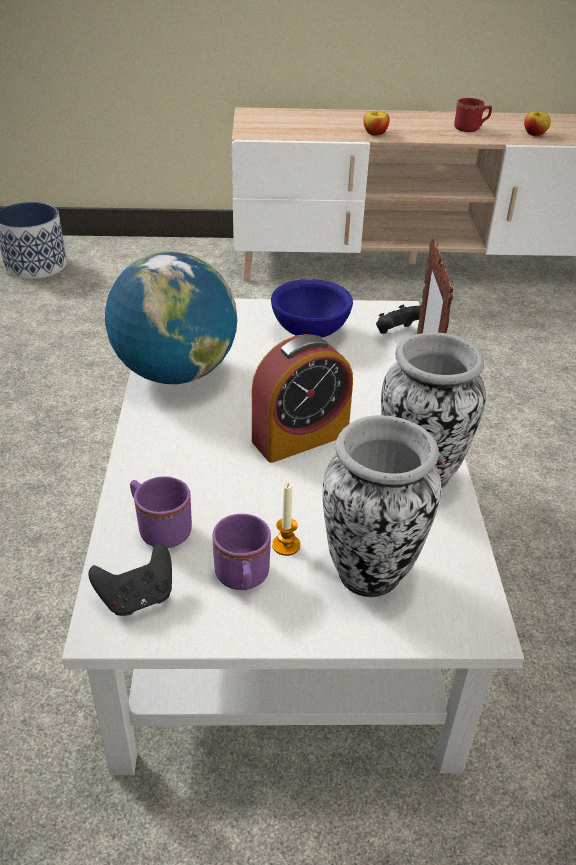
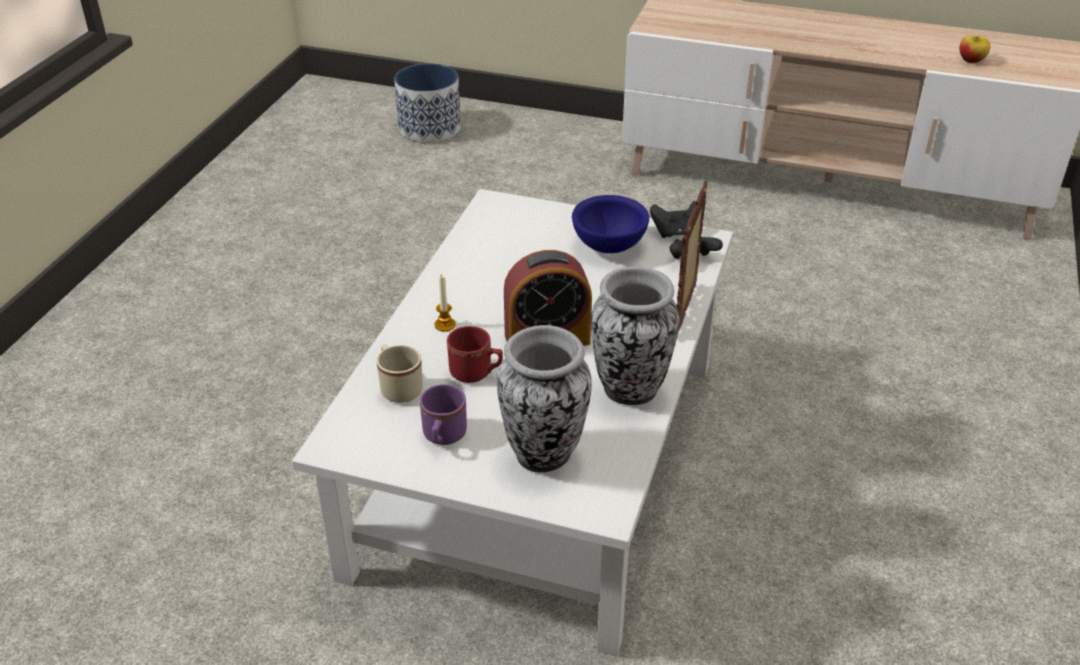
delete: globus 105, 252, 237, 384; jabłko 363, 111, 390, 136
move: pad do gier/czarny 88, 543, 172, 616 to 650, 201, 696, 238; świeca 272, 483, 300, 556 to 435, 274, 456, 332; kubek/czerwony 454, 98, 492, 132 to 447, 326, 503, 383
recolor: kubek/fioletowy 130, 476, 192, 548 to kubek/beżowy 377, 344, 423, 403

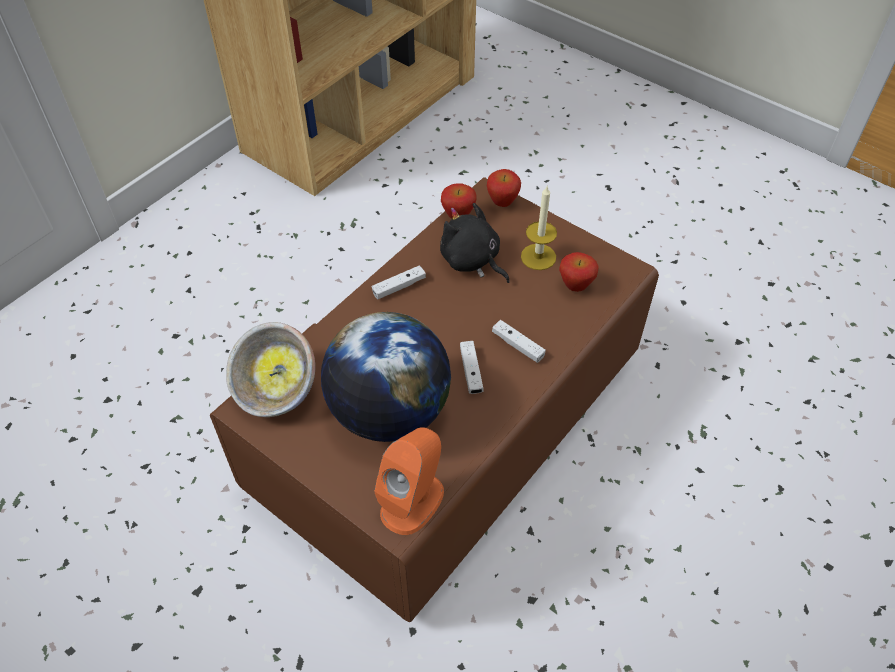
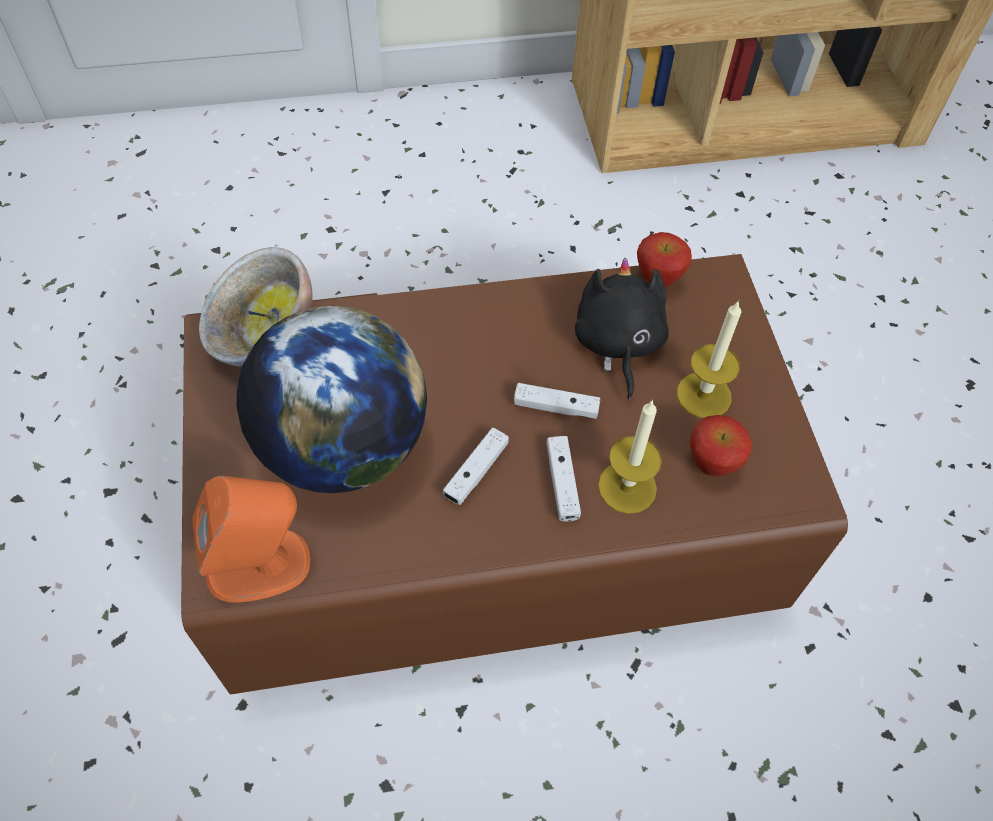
delete: jabłko 487, 169, 521, 207
insert: świeca 598, 400, 662, 514
move: pad do gier/biały 372, 265, 426, 299 to 514, 383, 600, 419

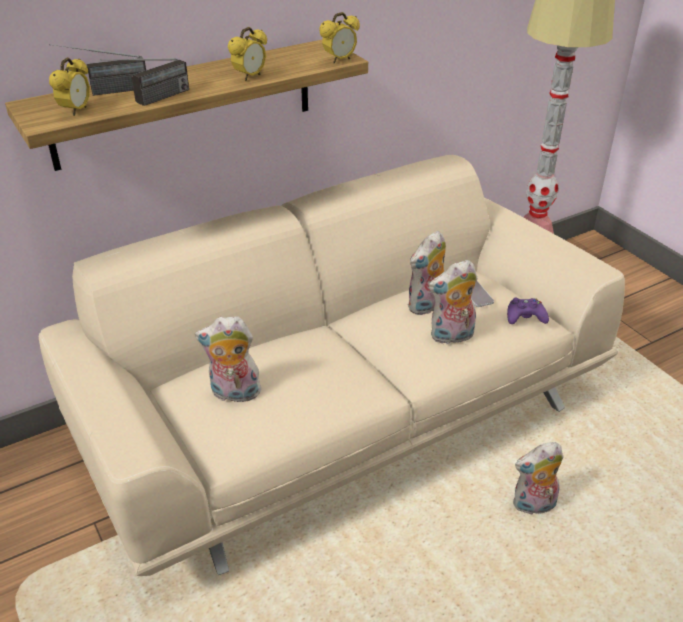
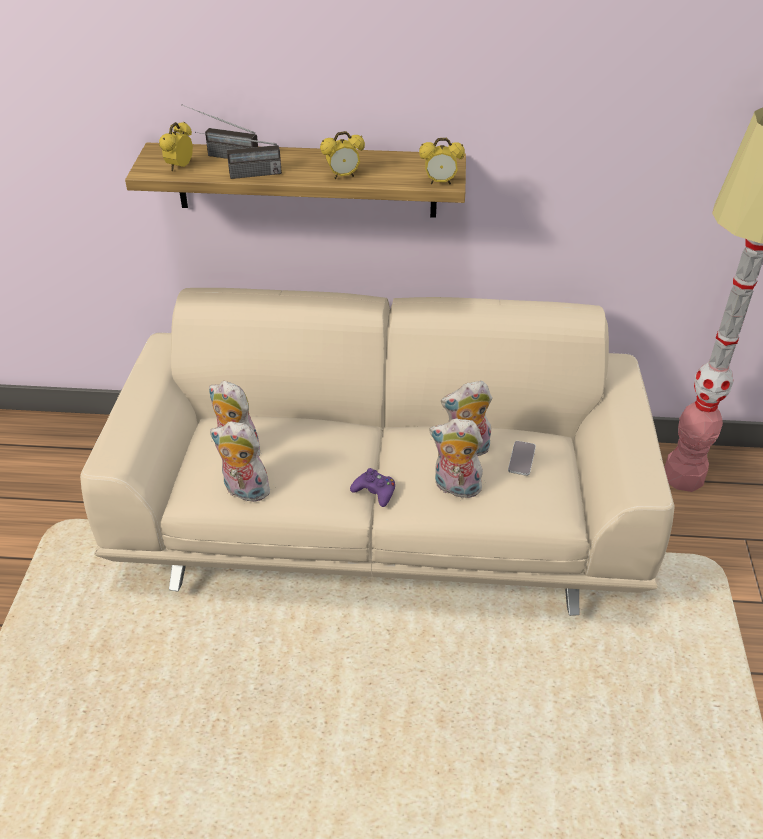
move: pad do gier/fioletowy 507, 297, 549, 324 to 350, 468, 395, 507; pluszak 513, 442, 564, 514 to 210, 421, 270, 502
rotate: budzik 49, 57, 90, 116 = 159, 122, 193, 171 150 degrees clockwise

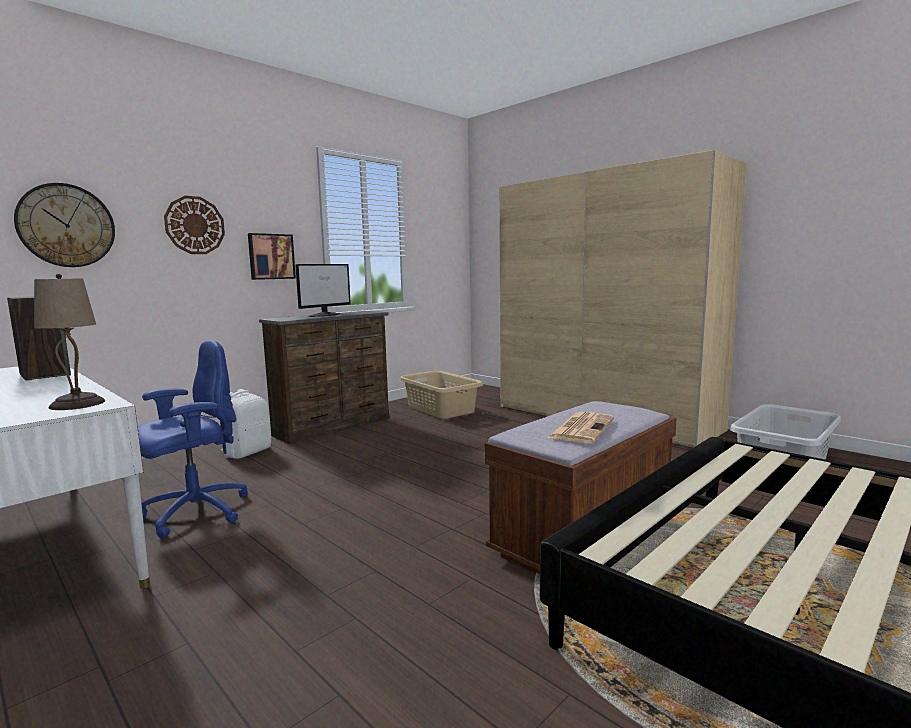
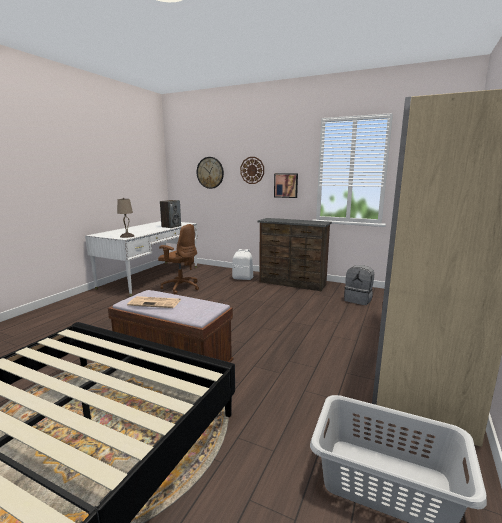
delete: monitor 295, 264, 351, 317
replace: kosz na pranie/beżowy 400, 371, 483, 419 to plecak/szary 344, 265, 374, 305
recolor: krzesło biurowe/niebieski 138, 340, 248, 538 to krzesło biurowe/brązowy 158, 224, 199, 294

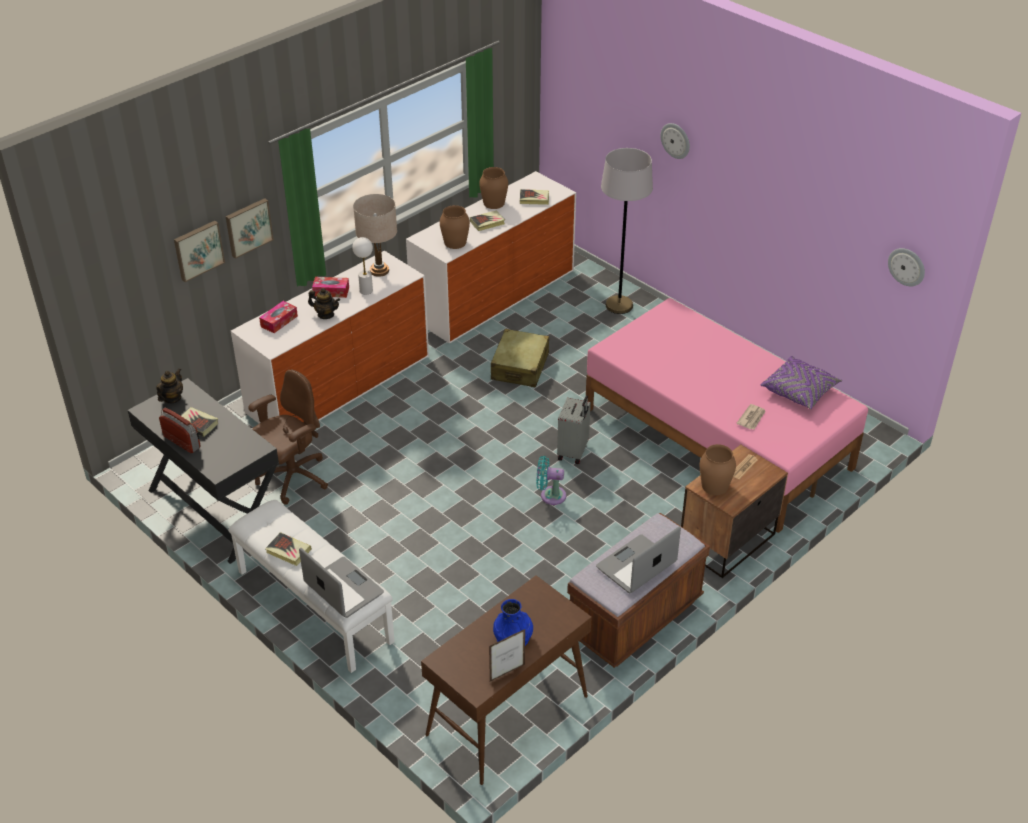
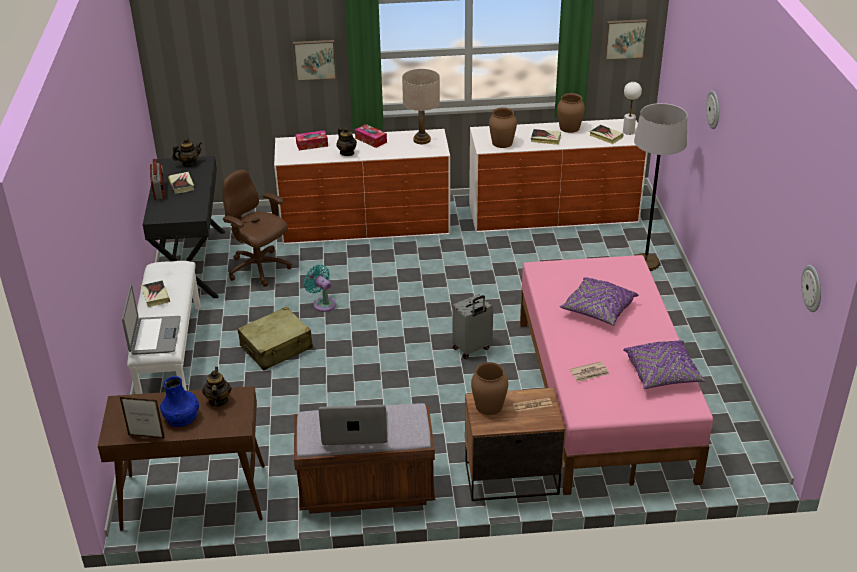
insert: imbryk 202, 367, 232, 407; poduszka/fioletowy 560, 277, 639, 326
move: obraz 174, 221, 225, 282 to 604, 19, 648, 60; lampa stołowa/biały 352, 237, 373, 295 to 623, 82, 642, 135; walizka/beżowy 491, 329, 549, 388 to 237, 306, 313, 370; wentylator/turkusowy 536, 456, 566, 505 to 304, 265, 336, 312
rotate: krzesło biurowe/brązowy 248, 370, 328, 505 = 222, 169, 292, 287 135 degrees counterclockwise

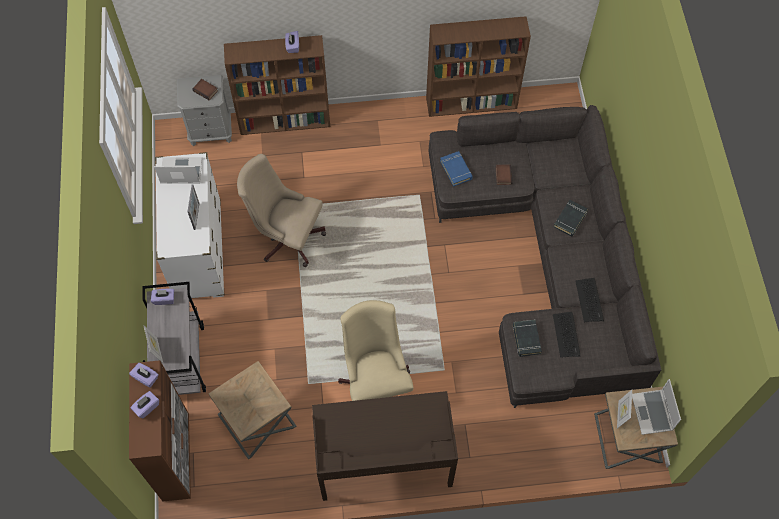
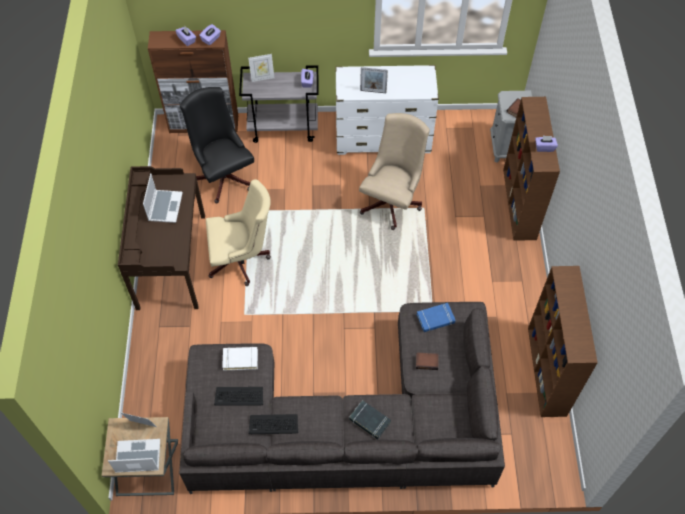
move: laptop 154, 157, 202, 184 to 143, 173, 183, 223
replace: stolik/brązowy 208, 361, 296, 459 to krzesło biurowe/czarny 180, 87, 254, 204
recolor: książka/czarny 513, 320, 542, 357 to książka/biały 222, 347, 258, 371

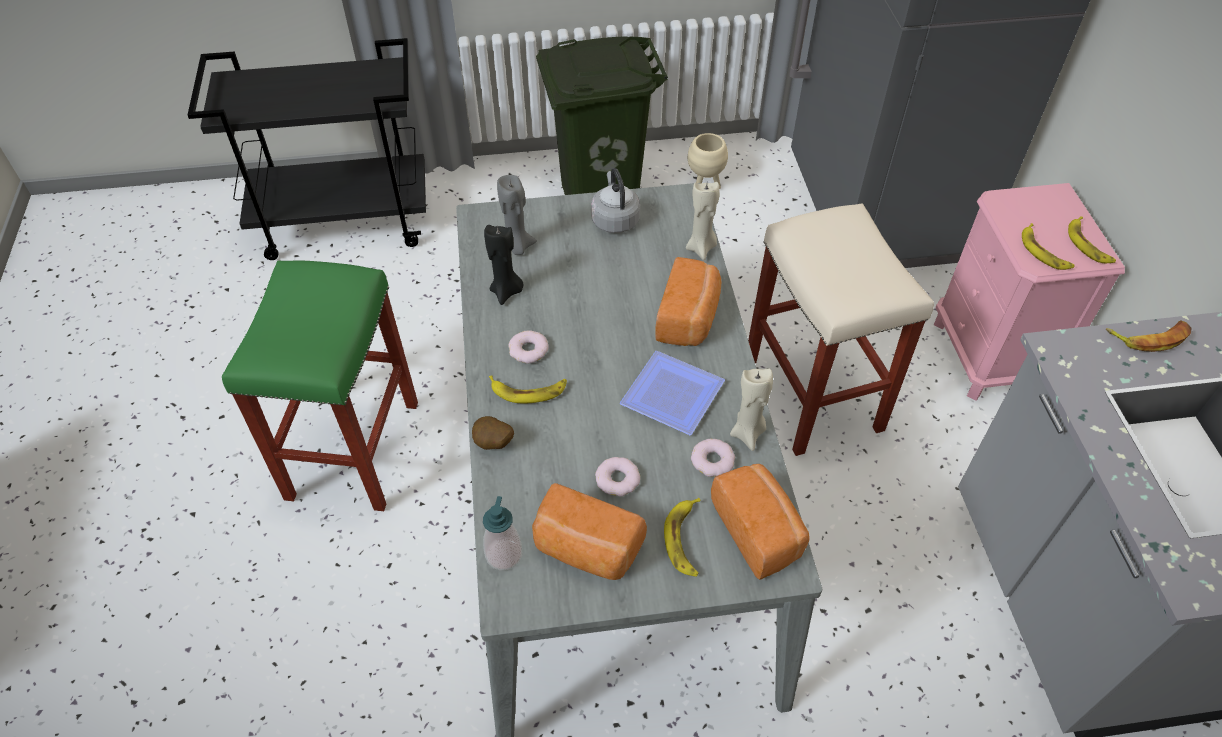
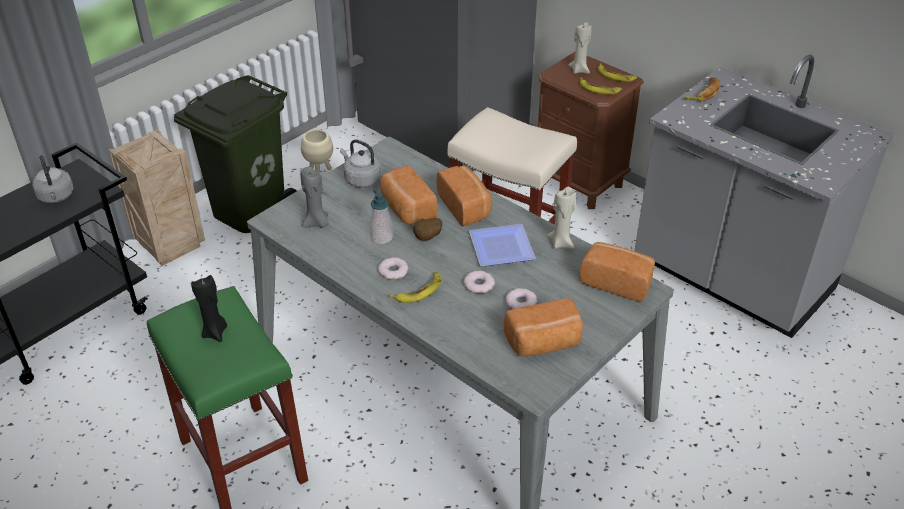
delete: banan 664, 498, 701, 577
insert: czajnik/szary 32, 155, 74, 203; skrzynka 108, 129, 205, 266; chleb 380, 165, 438, 225
move: ziemniak 472, 416, 514, 450 to 413, 218, 442, 241; dozownik mydła 483, 496, 522, 570 to 370, 190, 393, 244; świeca/czarny 484, 225, 524, 305 to 191, 275, 227, 342; świeca/beżowy 686, 182, 720, 260 to 569, 22, 592, 74; donut 691, 439, 735, 477 to 463, 271, 495, 294
recolor: szafka nocna/różowy 934, 183, 1125, 401 to szafka nocna/brązowy 538, 52, 644, 209

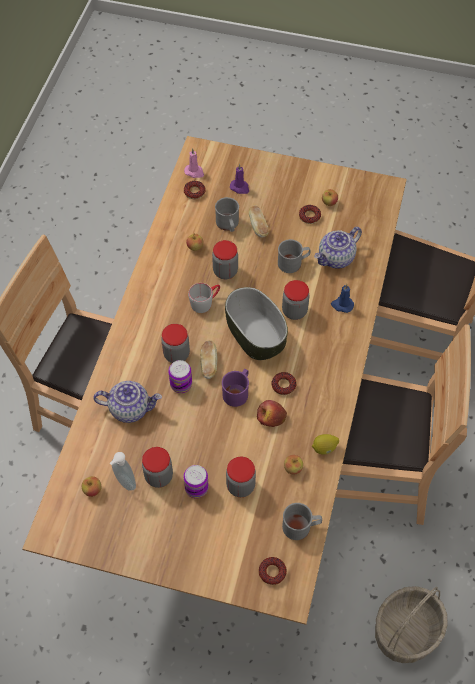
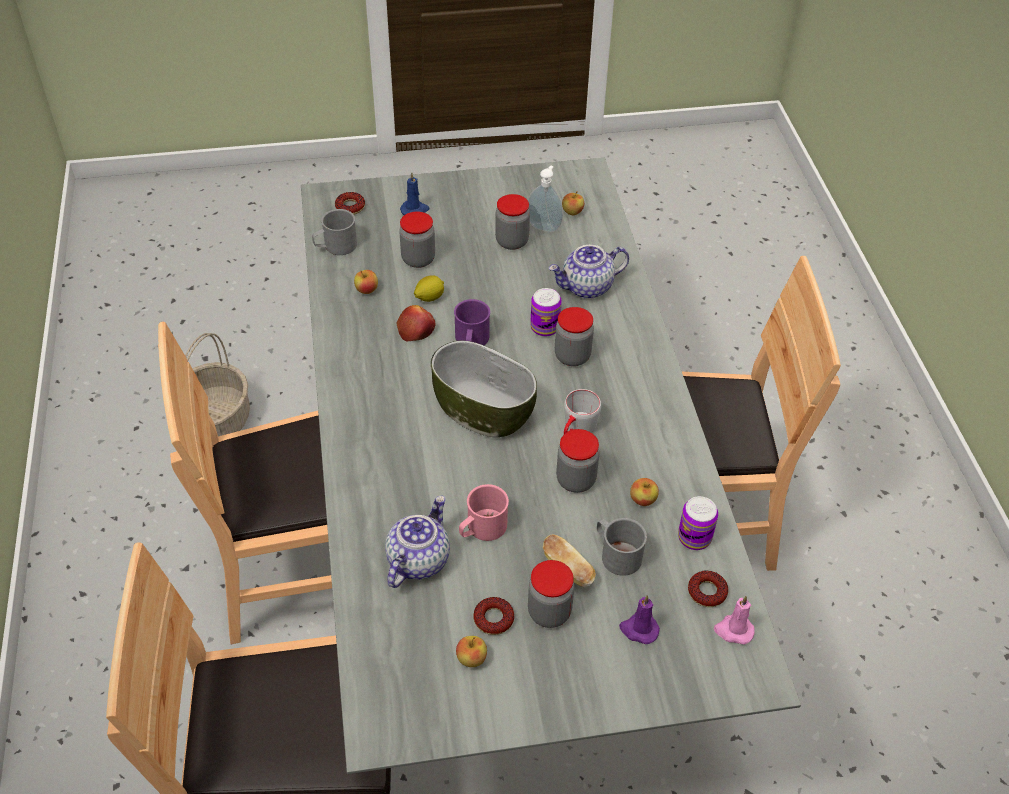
delete: chleb 200, 340, 218, 379; donut 271, 372, 297, 395
move: puszka 184, 465, 209, 498 to 678, 496, 718, 550; słoik 282, 280, 309, 320 to 528, 560, 574, 628; cytryna 312, 434, 339, 455 to 414, 275, 444, 302; świeca/niebieski 331, 284, 354, 313 to 400, 172, 429, 215
recolor: stół jadalny/brązowy 22, 136, 407, 625 to stół jadalny/szary 301, 158, 801, 774; kubek/szary 278, 239, 311, 273 to kubek/różowy 459, 484, 509, 541

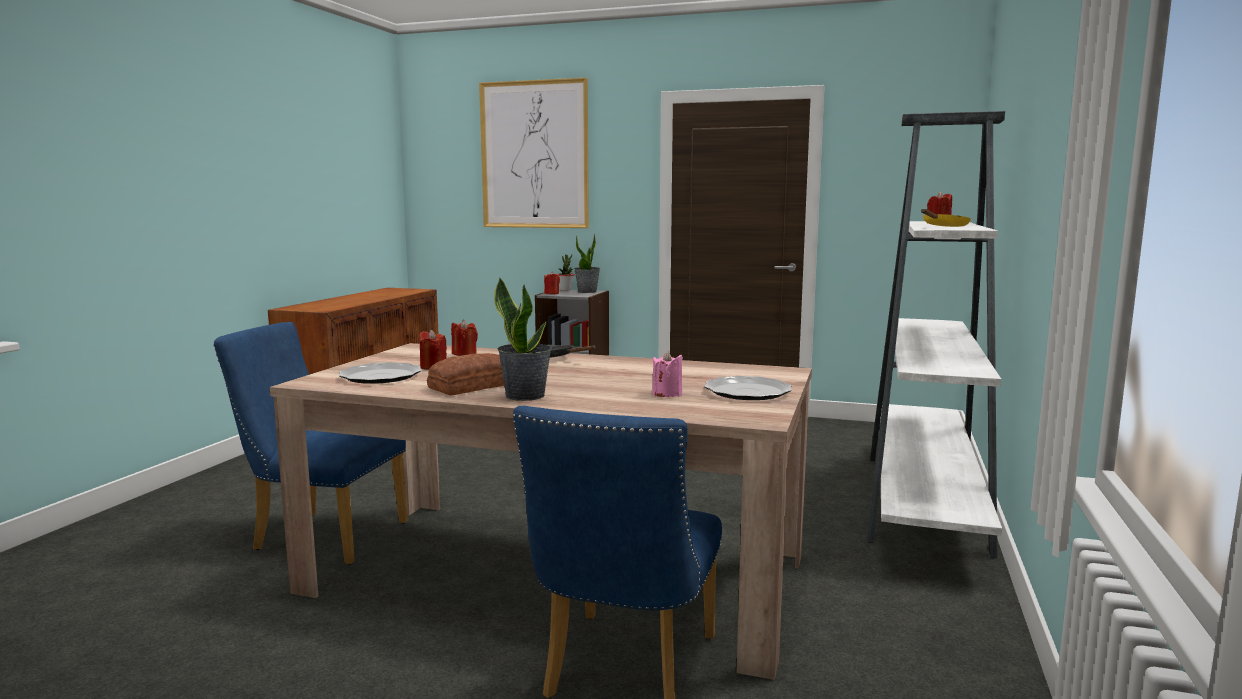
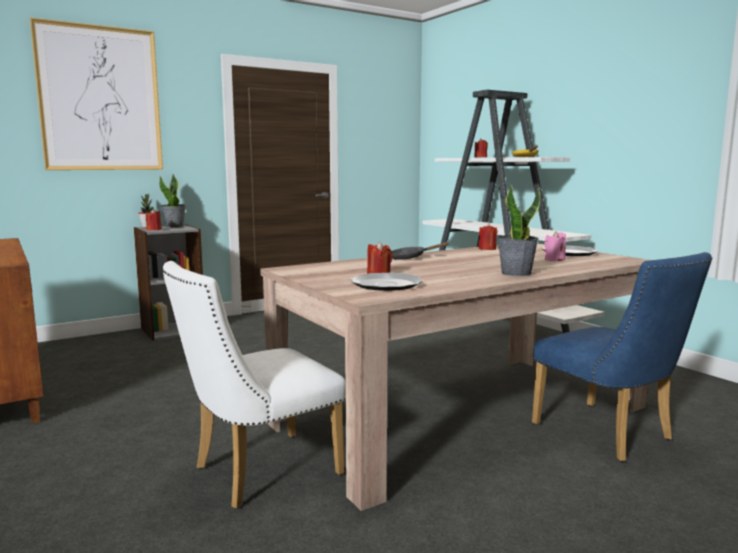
delete: chleb 427, 353, 504, 396
move: świeca/czerwony 451, 319, 478, 356 to 478, 223, 497, 250
recolor: krzesło/niebieski 213, 322, 408, 565 to krzesło/biały 163, 261, 346, 509

